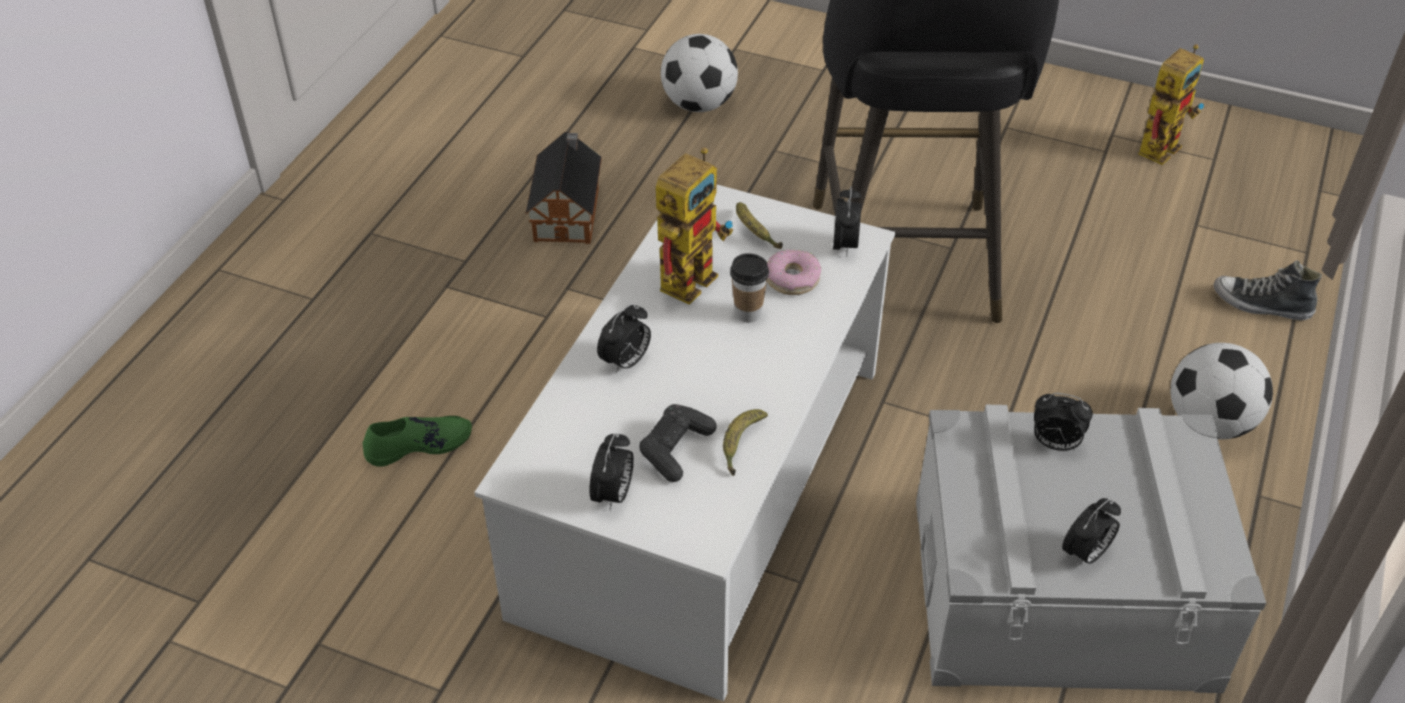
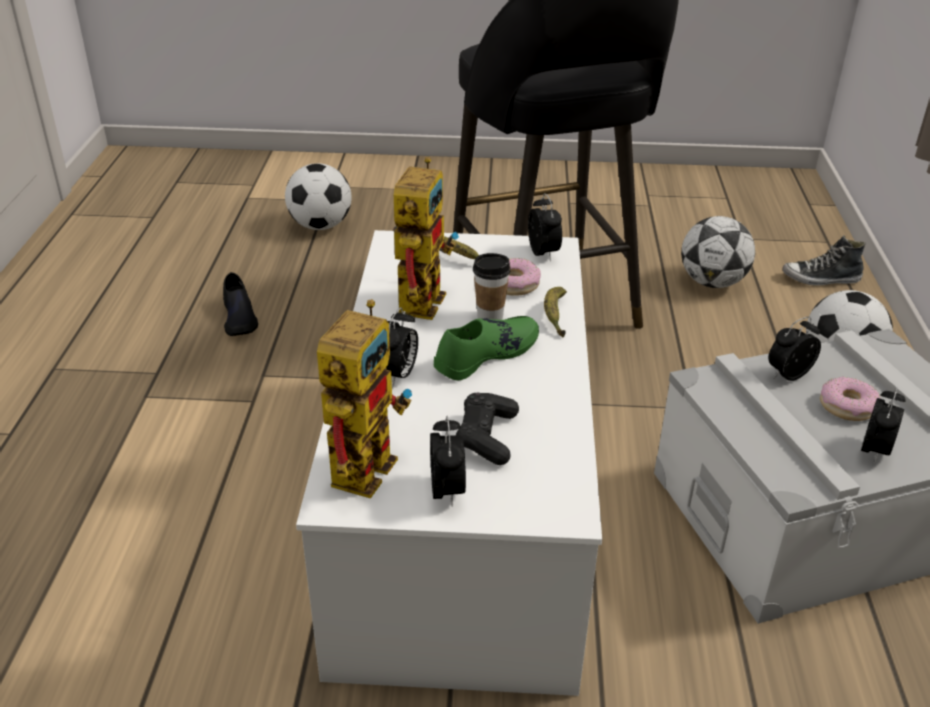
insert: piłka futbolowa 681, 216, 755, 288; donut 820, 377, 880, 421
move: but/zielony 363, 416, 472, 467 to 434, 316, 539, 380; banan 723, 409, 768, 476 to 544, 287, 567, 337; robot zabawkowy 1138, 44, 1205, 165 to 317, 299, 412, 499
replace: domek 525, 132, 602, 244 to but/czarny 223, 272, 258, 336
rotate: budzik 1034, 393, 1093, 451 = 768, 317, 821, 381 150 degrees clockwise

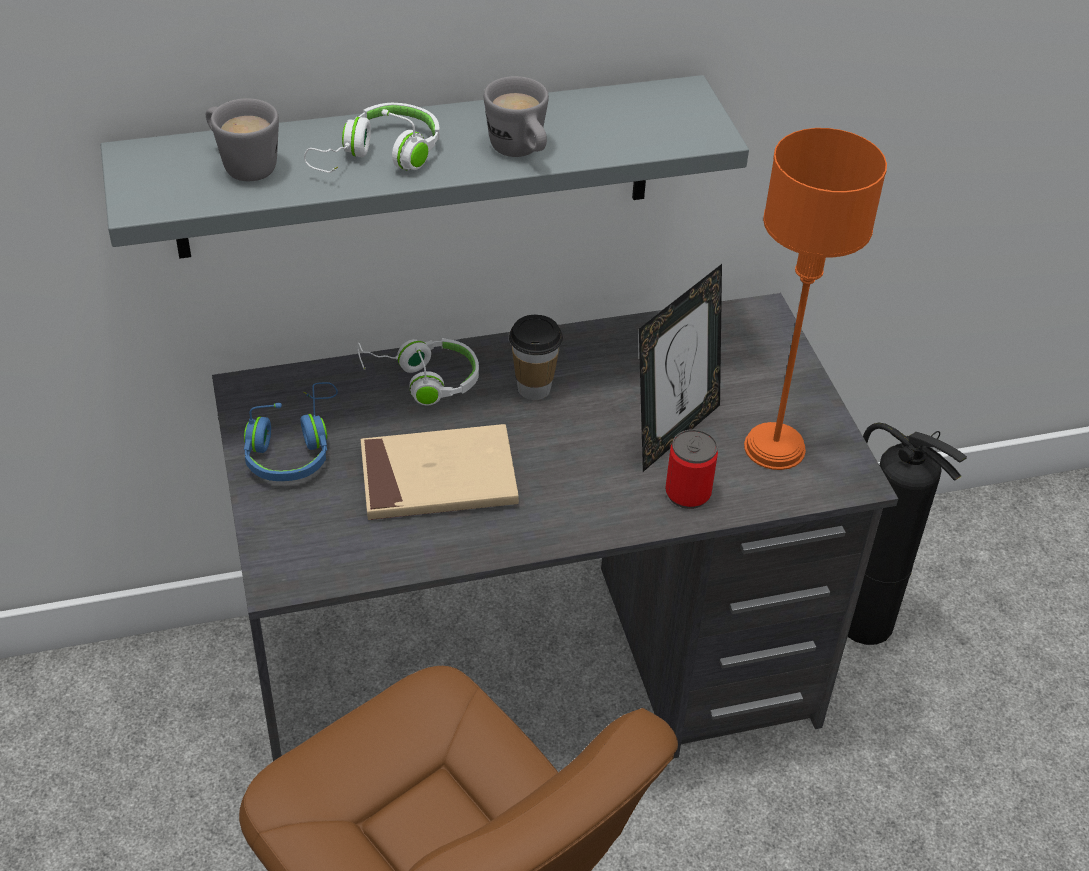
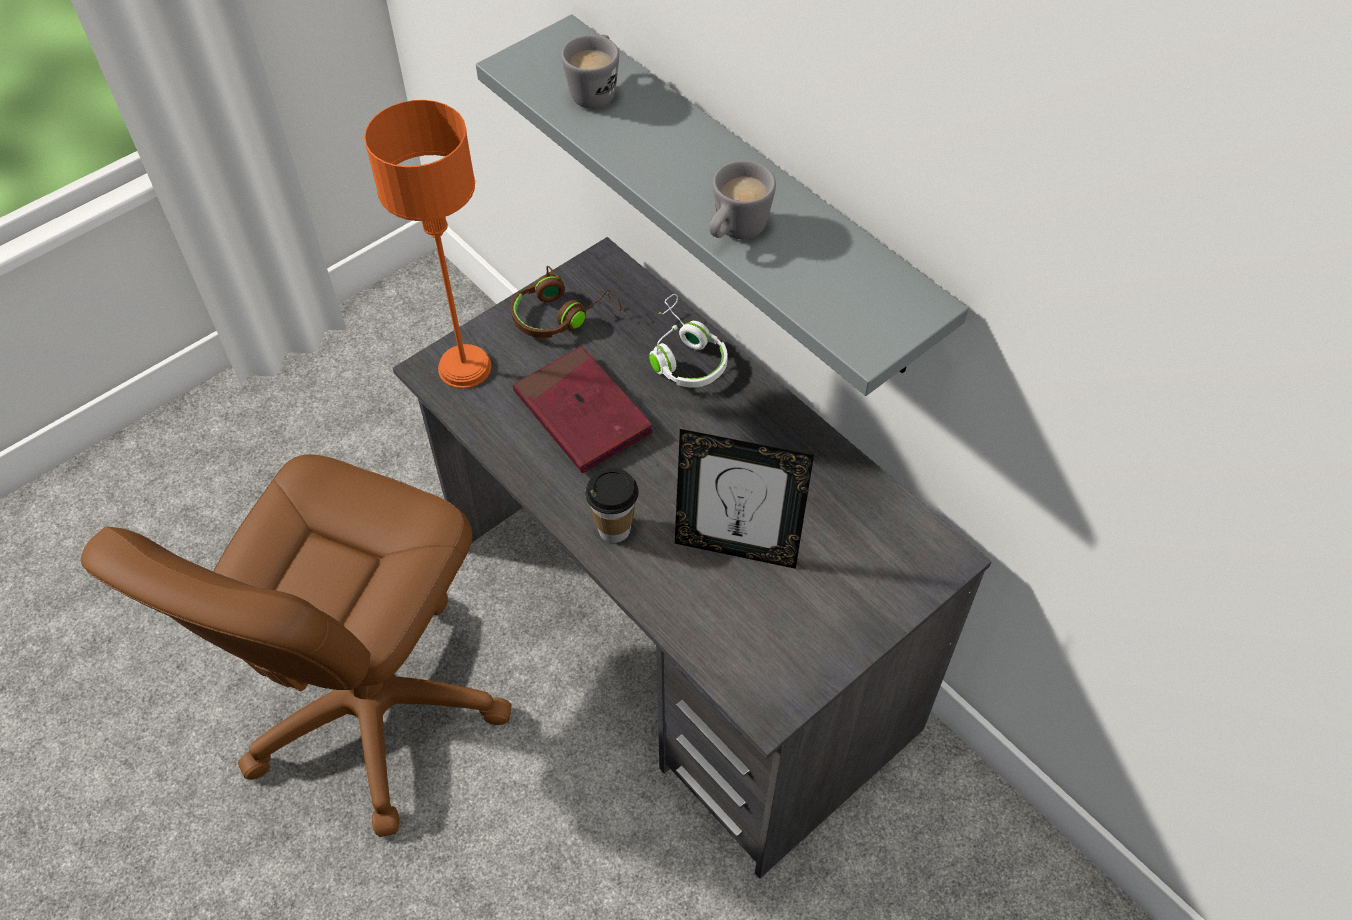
delete: słuchawki/biały 304, 103, 440, 173; puszka 665, 429, 718, 509; gaśnica 848, 423, 967, 645
move: filiżanka 509, 315, 563, 400 to 585, 467, 639, 543; lampa stołowa/pomarańczowy 744, 128, 887, 470 to 364, 100, 492, 389
recolor: słuchawki/niebieski 244, 382, 338, 481 to słuchawki/brązowy 510, 266, 622, 338; książka/beżowy 361, 424, 519, 520 to książka/czerwony 513, 346, 653, 473

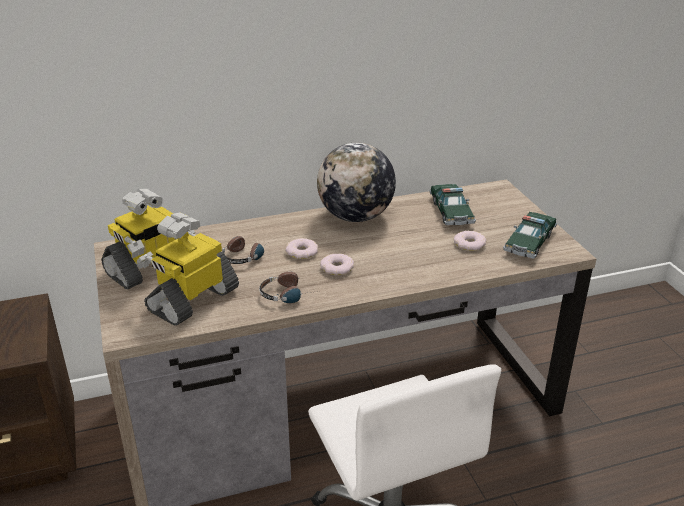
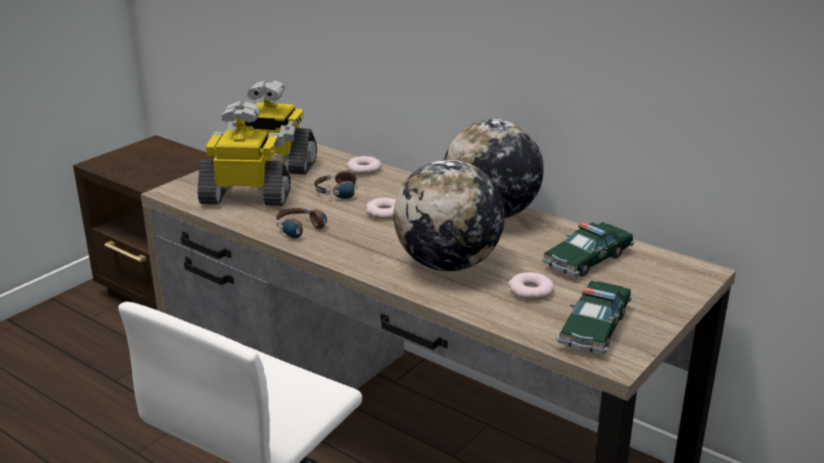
insert: globus 394, 160, 505, 271
move: donut 320, 253, 354, 275 to 346, 156, 382, 175
rotate: samochodzik 503, 212, 557, 259 = 557, 281, 633, 354 60 degrees counterclockwise

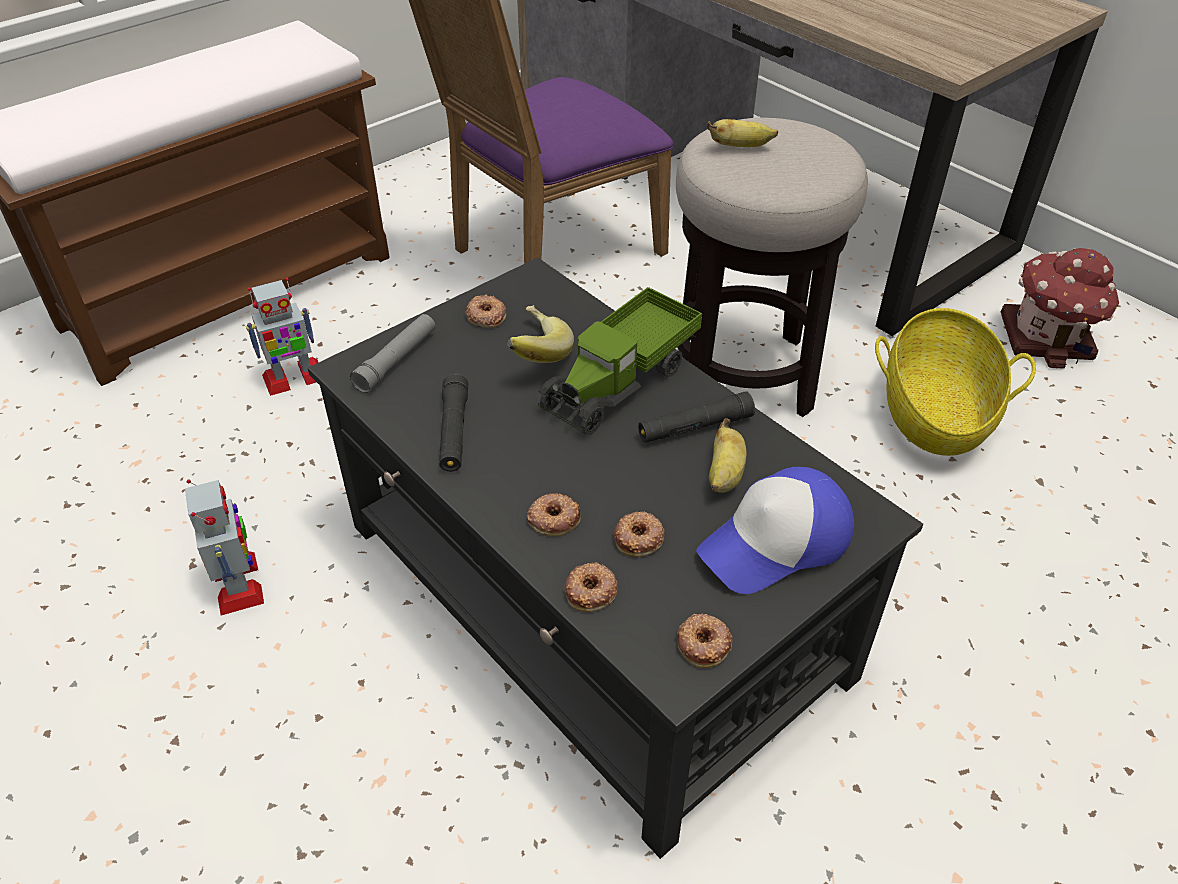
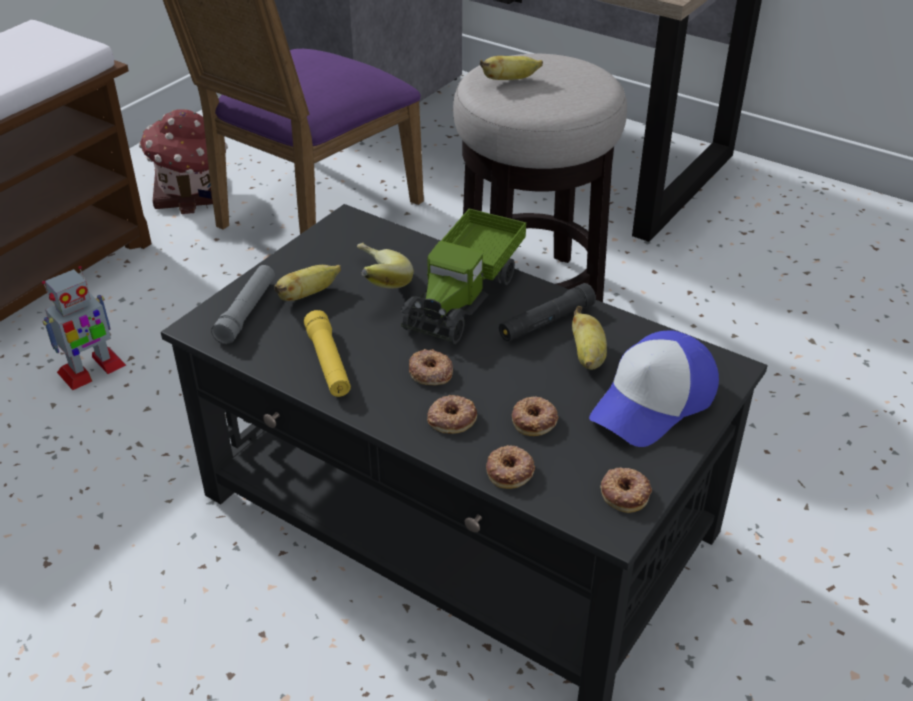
delete: robot zabawkowy 185, 479, 264, 615; koszyk 875, 308, 1036, 456
insert: banan 274, 265, 341, 301
move: donut 465, 294, 506, 328 to 409, 349, 453, 385; domek 1001, 248, 1119, 369 to 139, 109, 228, 214
recolor: latarka/czarny 439, 374, 468, 472 to latarka/żółty 304, 310, 351, 397

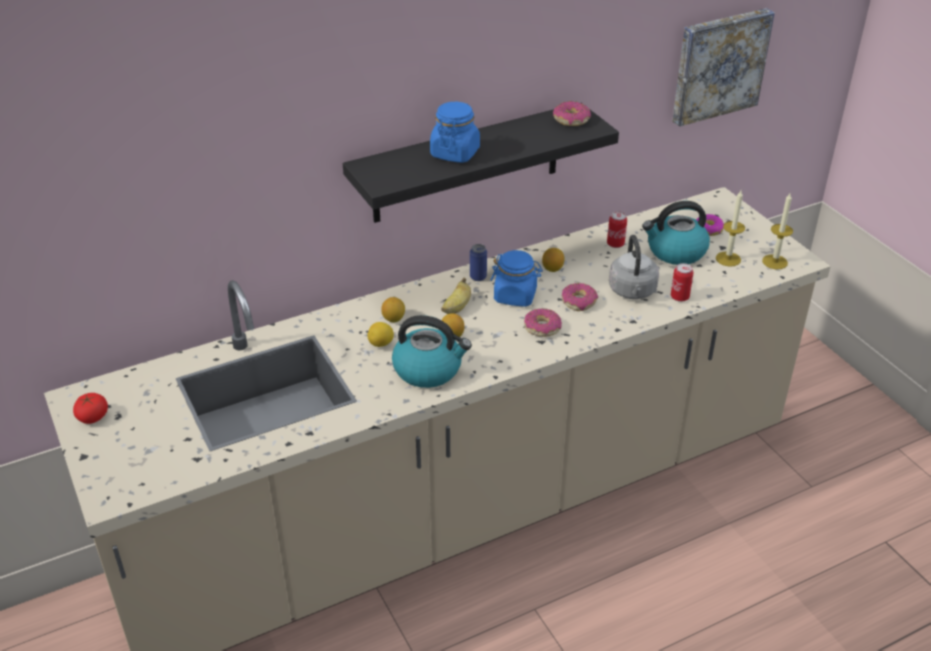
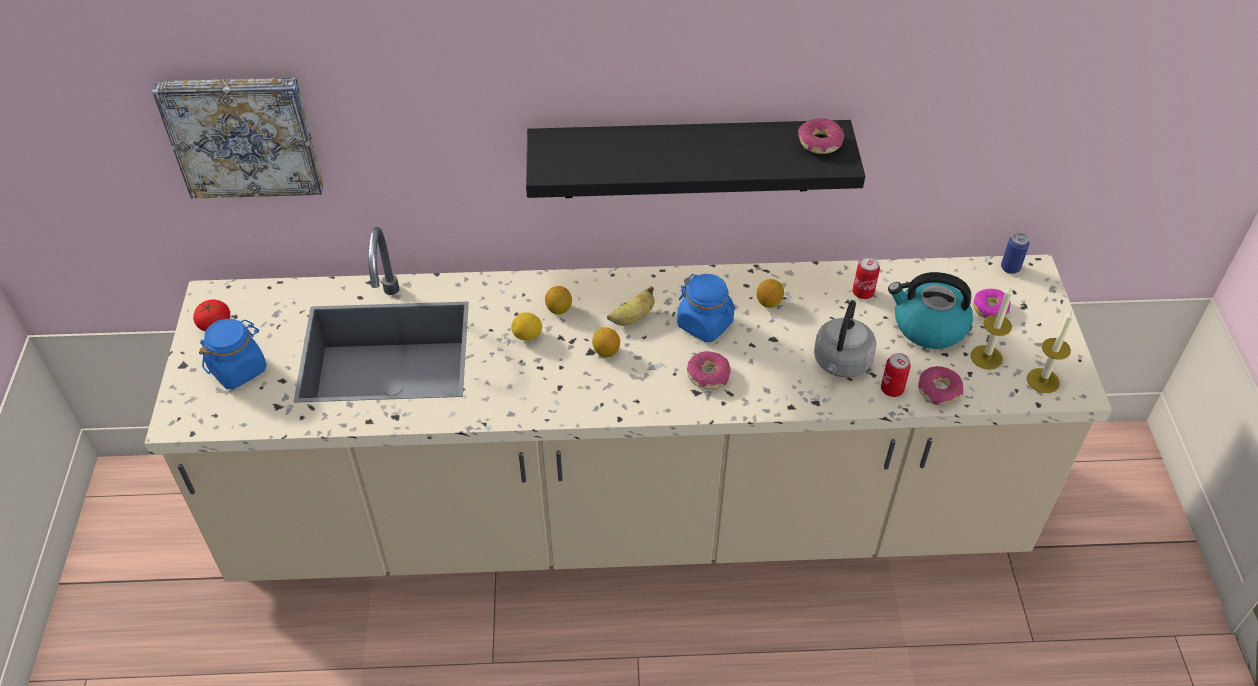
delete: czajnik 392, 315, 472, 388
move: słoik/niebieski 430, 102, 480, 163 to 199, 319, 267, 389; puszka 470, 244, 487, 281 to 1001, 233, 1029, 274; donut 562, 283, 598, 311 to 918, 366, 963, 405; obraz 672, 8, 775, 127 to 152, 78, 323, 199

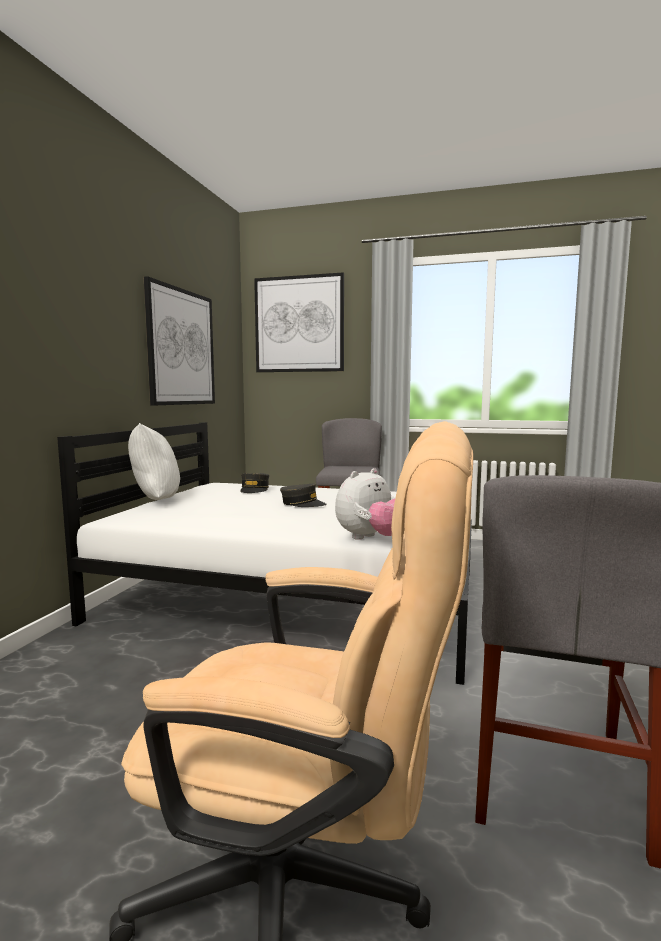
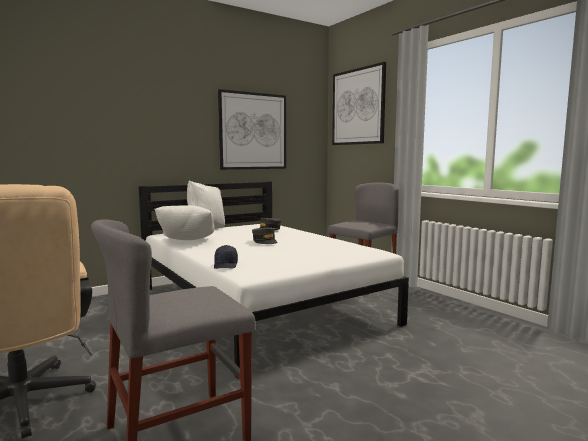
insert: poduszka/biały 154, 205, 215, 240
replace: pluszak 335, 468, 395, 540 to czapka z daszkiem/czarny 214, 245, 238, 269

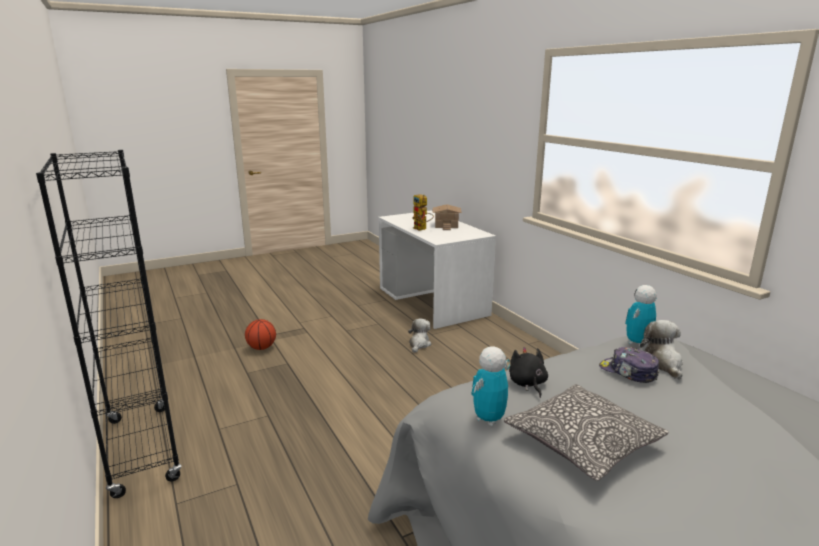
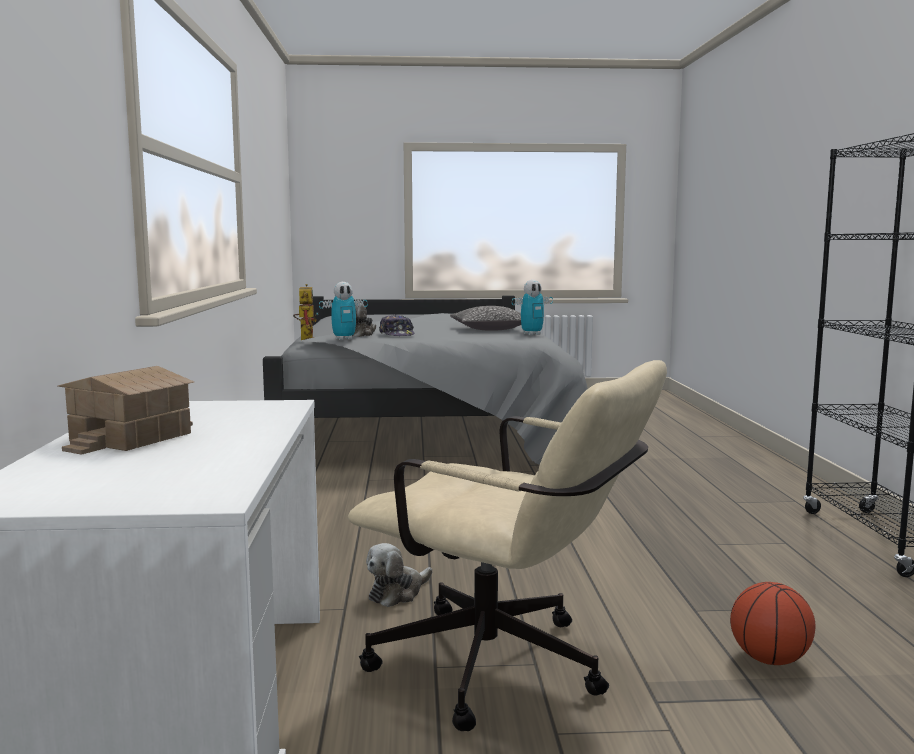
delete: pluszak/czarny 509, 347, 548, 398
insert: krzesło biurowe/beżowy 348, 360, 667, 731
move: robot zabawkowy 412, 194, 434, 231 to 293, 284, 319, 340

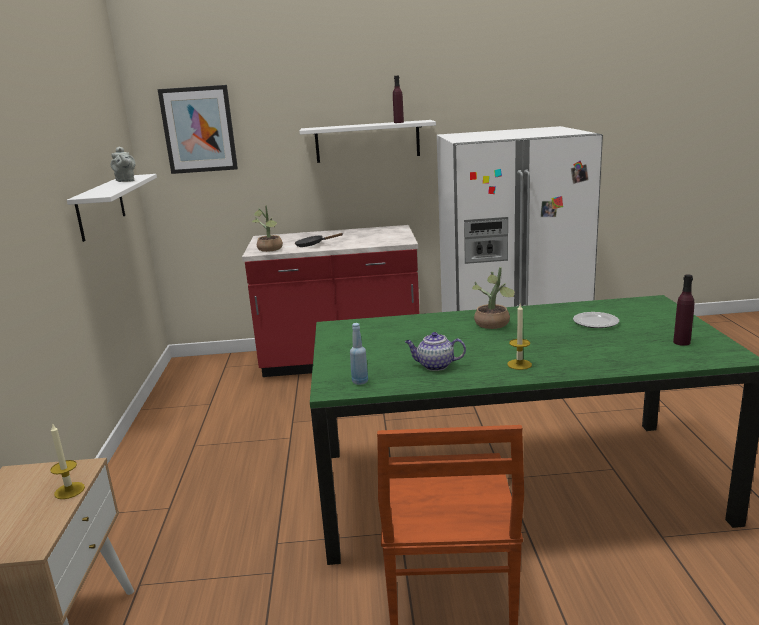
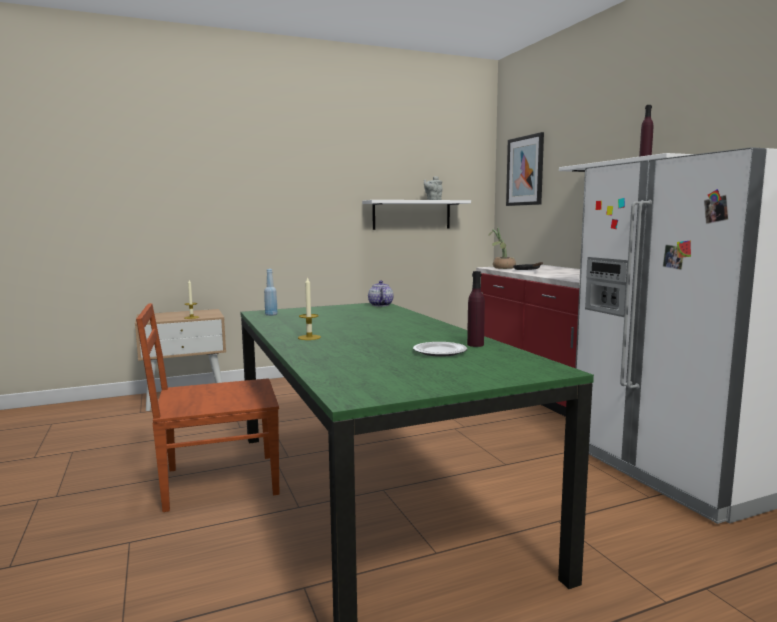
delete: roślina doniczkowa 472, 267, 515, 329
move: imbryk 405, 332, 466, 371 to 368, 280, 394, 306; butelka/fioletowy 673, 274, 694, 346 to 467, 271, 485, 347

